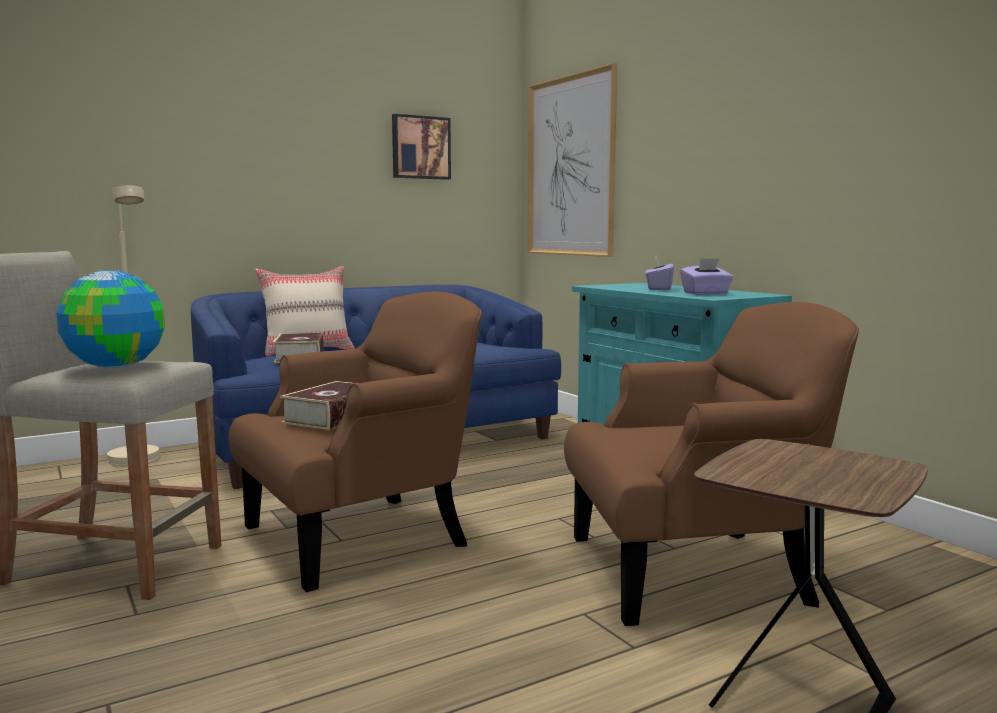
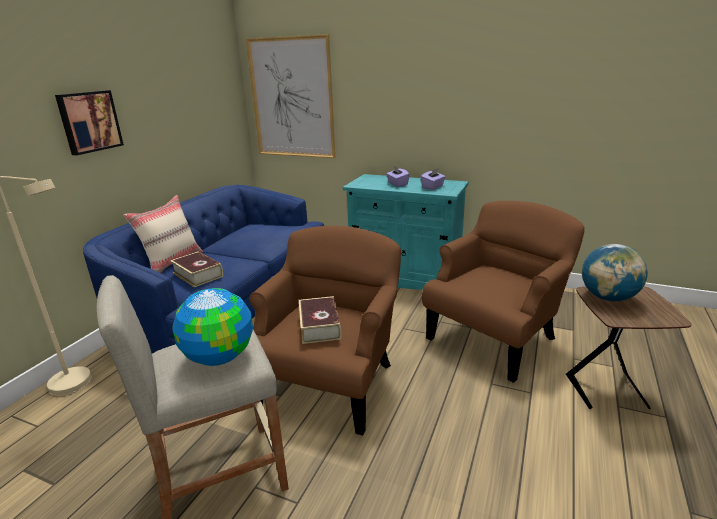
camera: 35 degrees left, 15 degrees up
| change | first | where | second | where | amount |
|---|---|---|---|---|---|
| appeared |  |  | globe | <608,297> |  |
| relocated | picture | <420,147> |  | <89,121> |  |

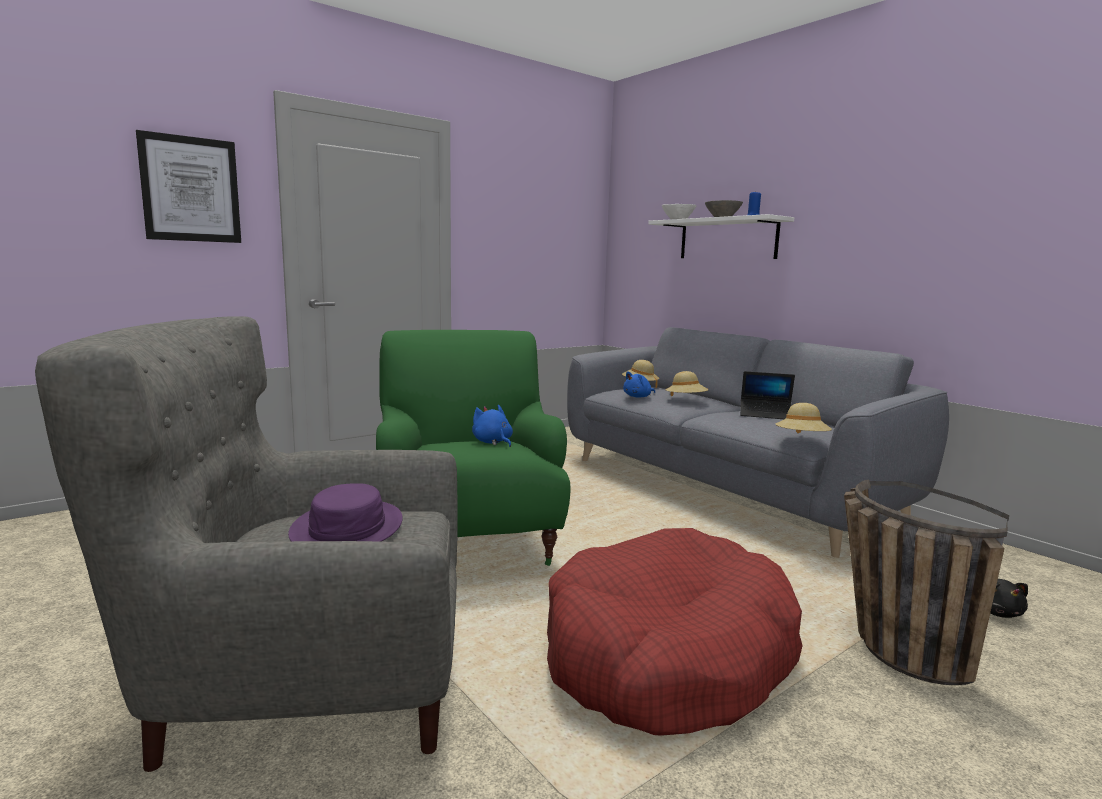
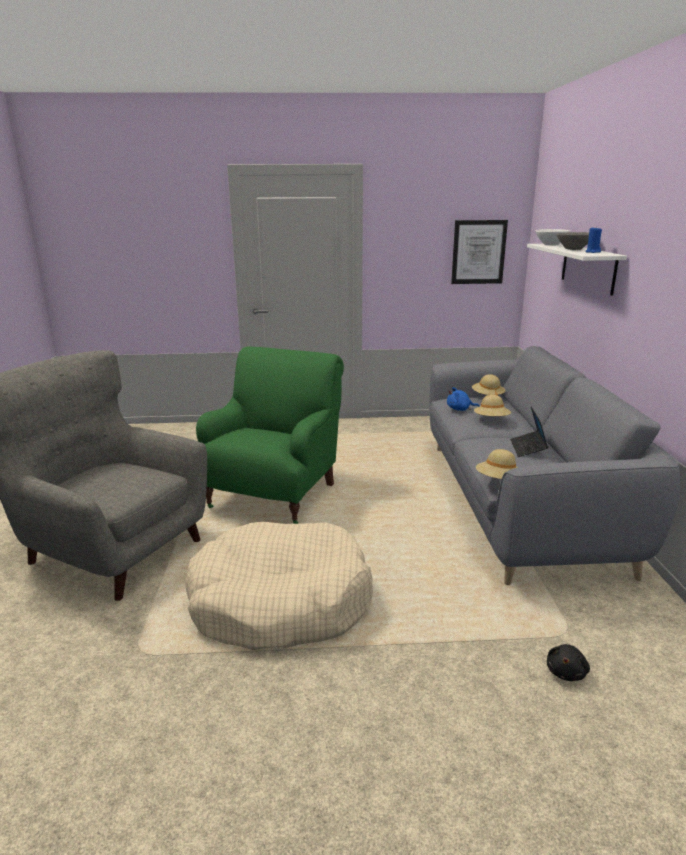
camera: 35 degrees right, 10 degrees up
| change | first | where | second | where | amount |
|---|---|---|---|---|---|
| missing | purple hat | <348,528> |  |  |  |
| missing | blue plush toy | <493,442> |  |  |  |
| missing | basket | <888,644> |  |  |  |
| relocated | picture | <191,189> |  | <478,252> |  |
| colour | red dog bed | <667,655> | beige dog bed | <280,602> |  |
| spun | laptop | <765,414> |  | <528,448> | 45 degrees clockwise |

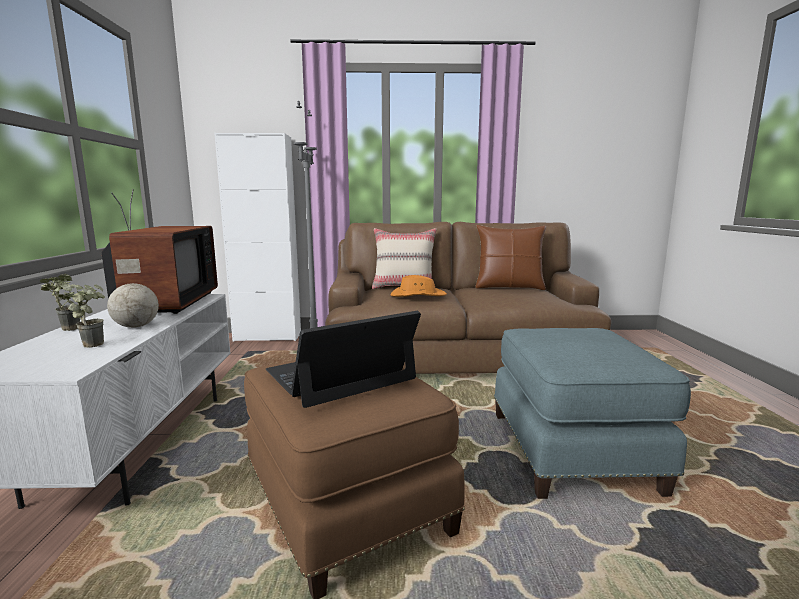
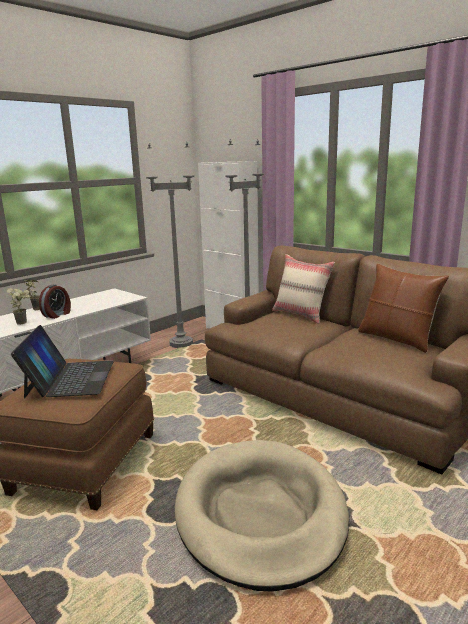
camera: 45 degrees right, 5 degrees up
| change | first | where | second | where | amount |
|---|---|---|---|---|---|
| missing | television | <165,304> |  |  |  |
| missing | orange hat | <418,295> |  |  |  |
| appeared |  |  | grey floor lamp | <181,343> |  |
| exchanged | globe | <136,326> | alarm clock | <57,315> |  |
| exchanged | blue ottoman | <573,451> | beige dog bed | <260,514> |  |
| spun | laptop | <340,375> |  | <70,378> | 75 degrees clockwise |

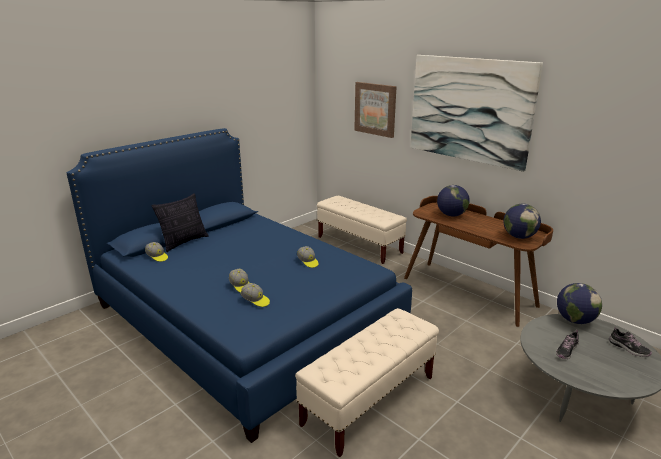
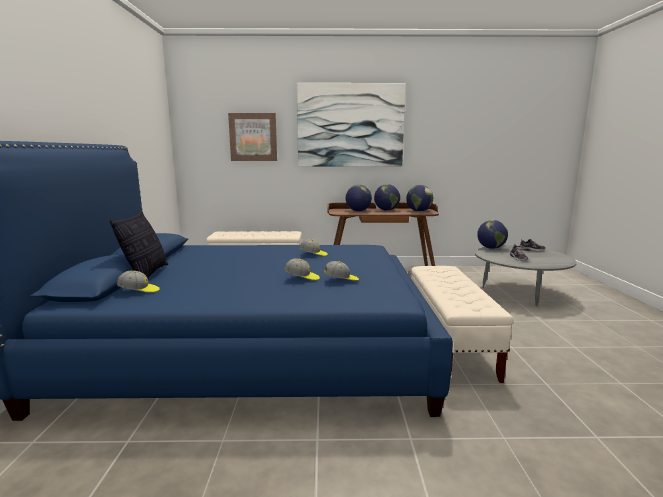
camera: 45 degrees left, 10 degrees down
| change | first | where | second | where | amount |
|---|---|---|---|---|---|
| appeared |  |  | globe | <386,210> |  |

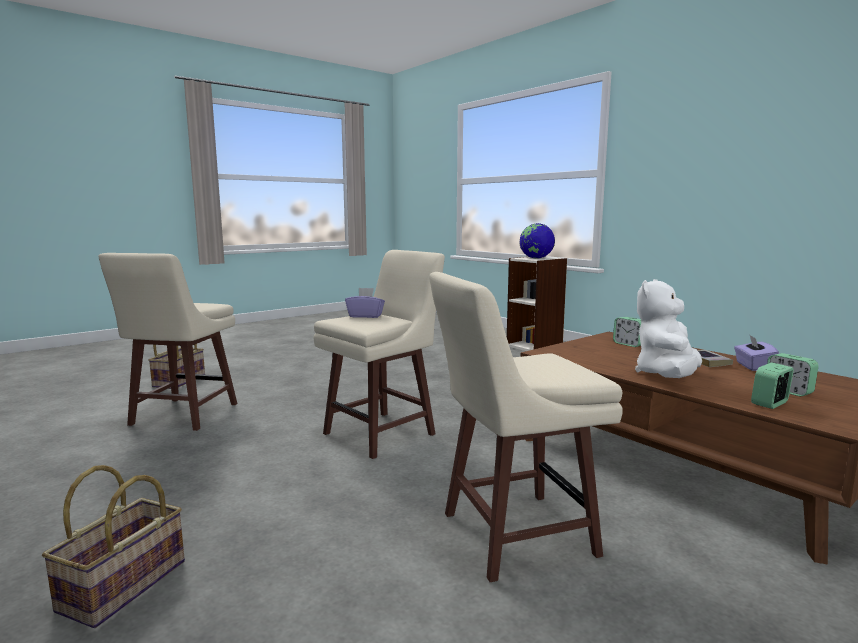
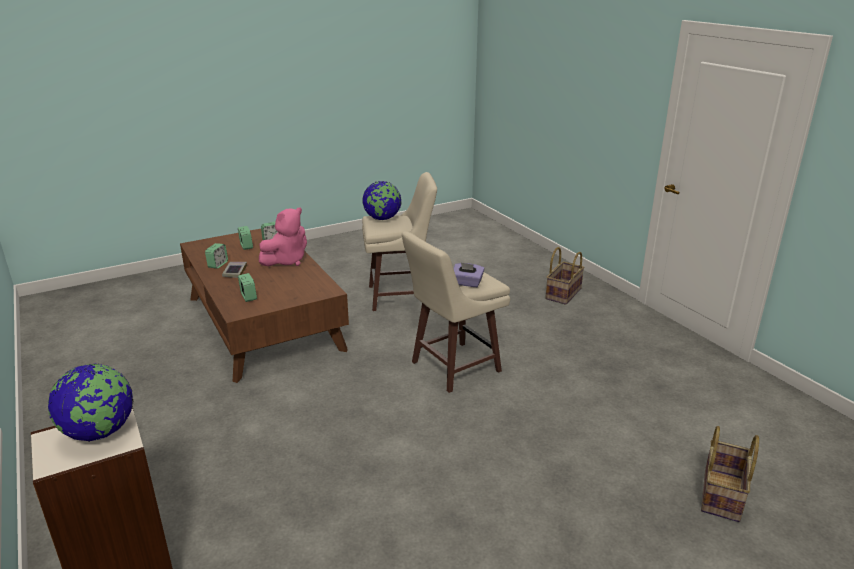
camera: 170 degrees left, 15 degrees up
| change | first | where | second | where | amount |
|---|---|---|---|---|---|
| missing | beige stool | <182,415> |  |  |  |
| appeared |  |  | globe | <382,219> |  |
| exchanged | purple tissue box | <753,367> | alarm clock | <218,265> |  |
| colour | white plush toy | <667,376> | pink plush toy | <286,261> |  |

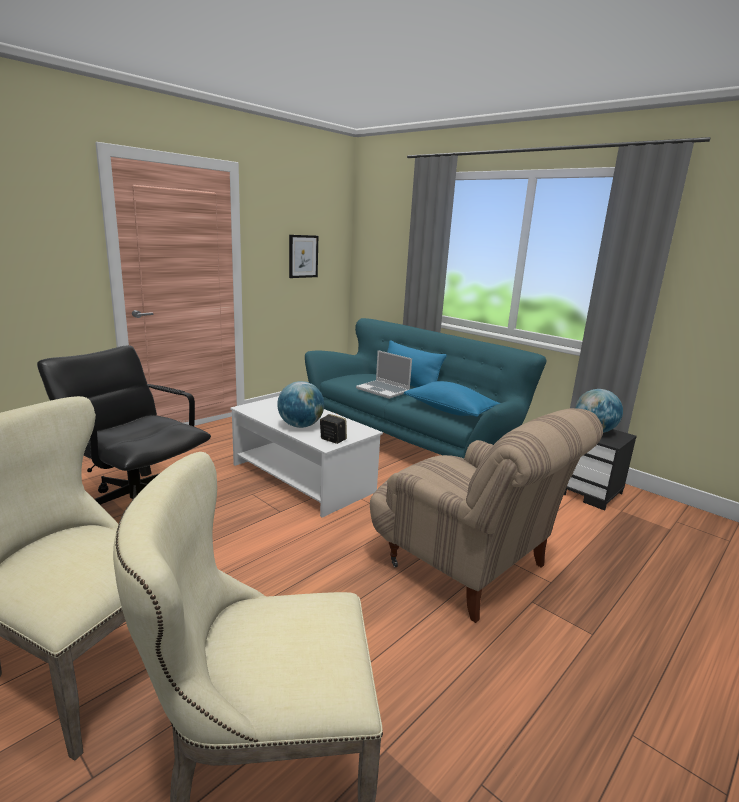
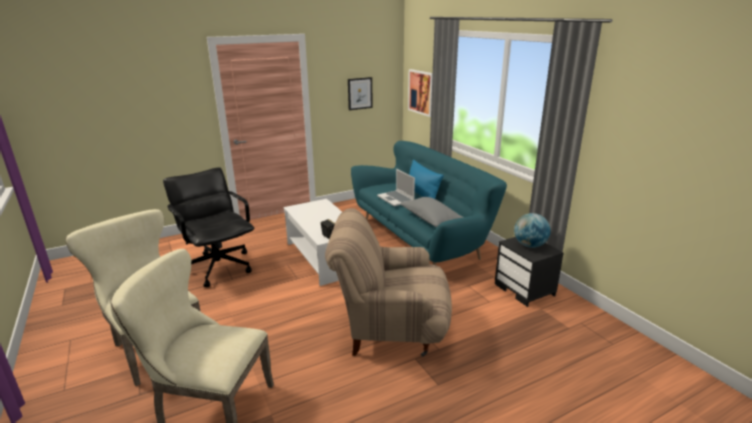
camera: 20 degrees right, 5 degrees up
| change | first | where | second | where | amount |
|---|---|---|---|---|---|
| missing | globe | <300,426> |  |  |  |
| appeared |  |  | picture | <421,92> |  |
| colour | blue pillow | <450,411> | grey pillow | <430,219> |  |
| spun | beige armchair | <467,565> |  | <390,329> | 120 degrees clockwise |

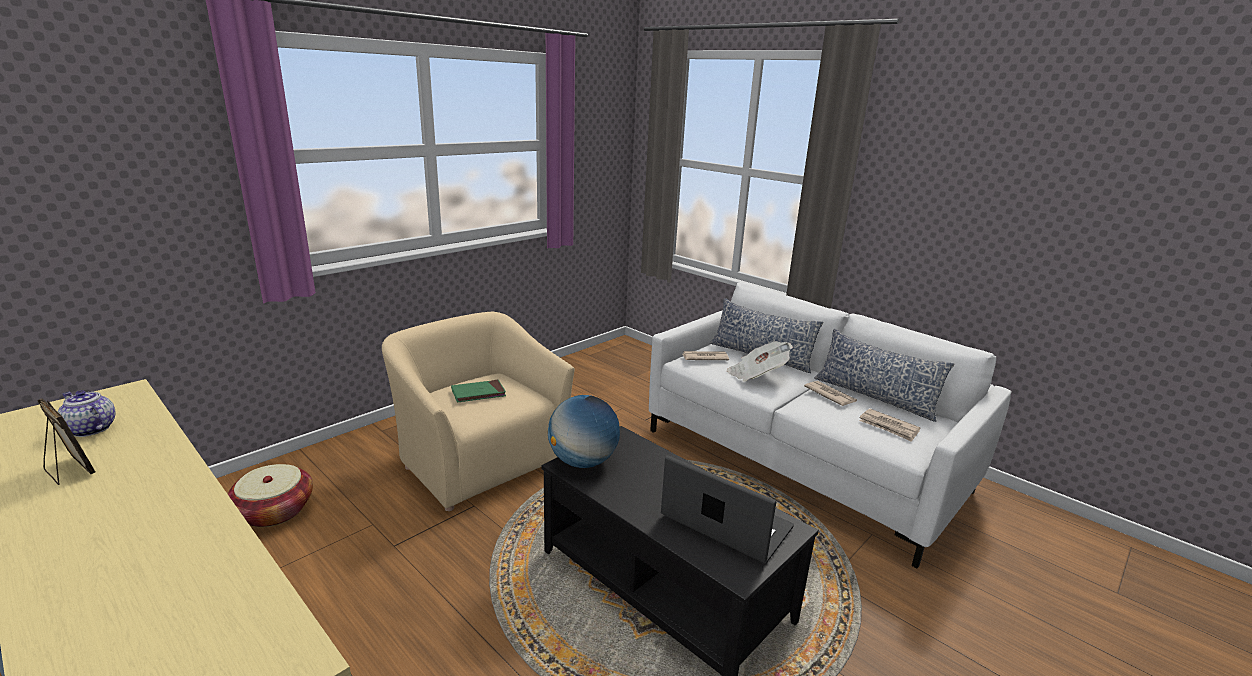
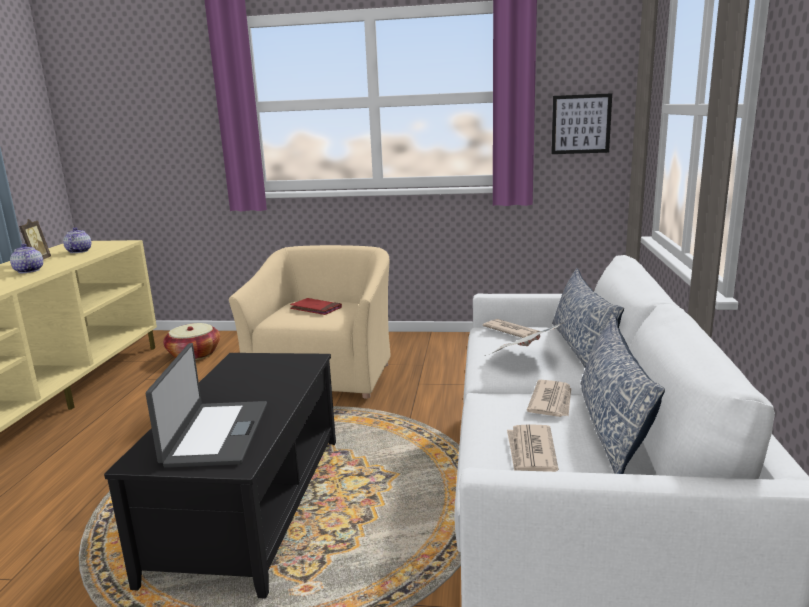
camera: 55 degrees right, 5 degrees down
| change | first | where | second | where | amount |
|---|---|---|---|---|---|
| missing | globe | <583,461> |  |  |  |
| appeared |  |  | teapot | <28,271> |  |
| appeared |  |  | picture | <581,124> |  |
| colour | green book | <478,393> | red book | <316,309> |  |

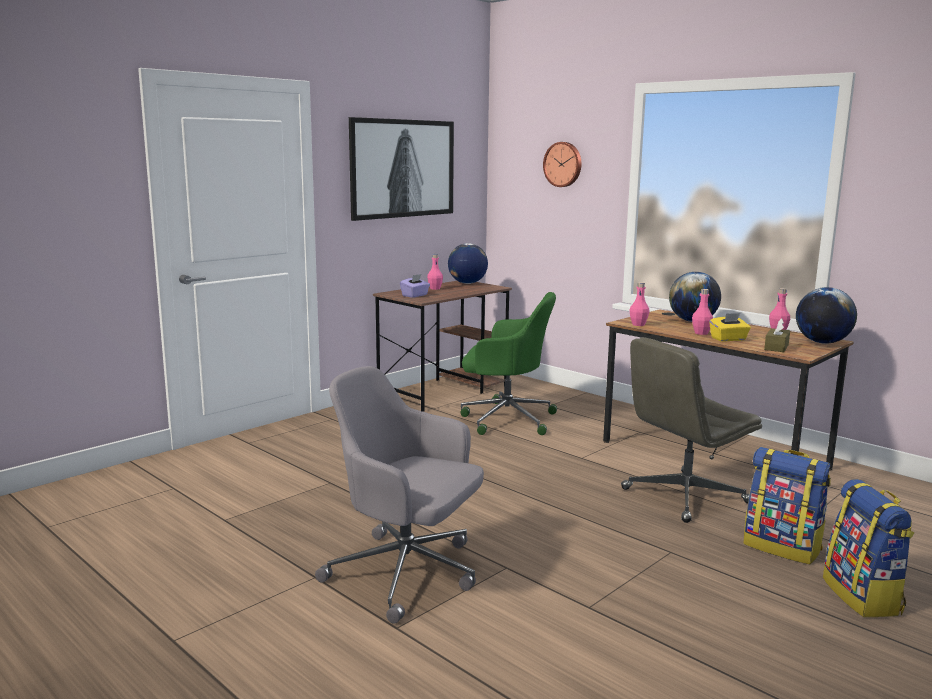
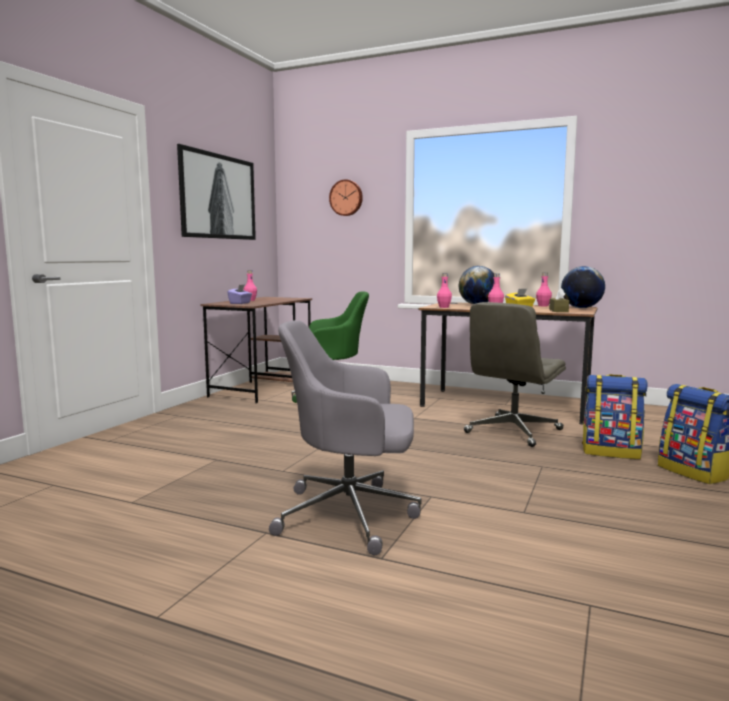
camera: 20 degrees left, 5 degrees down
| change | first | where | second | where | amount |
|---|---|---|---|---|---|
| missing | globe | <467,283> |  |  |  |

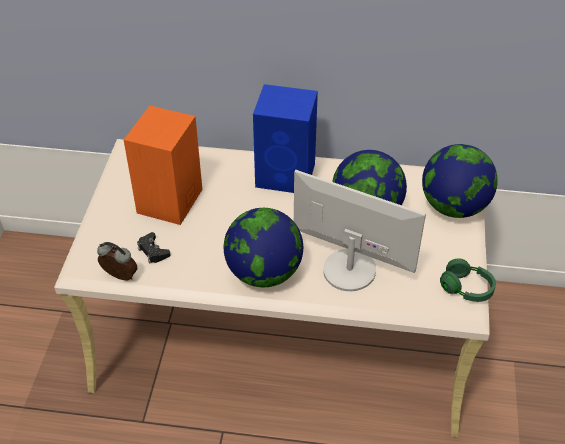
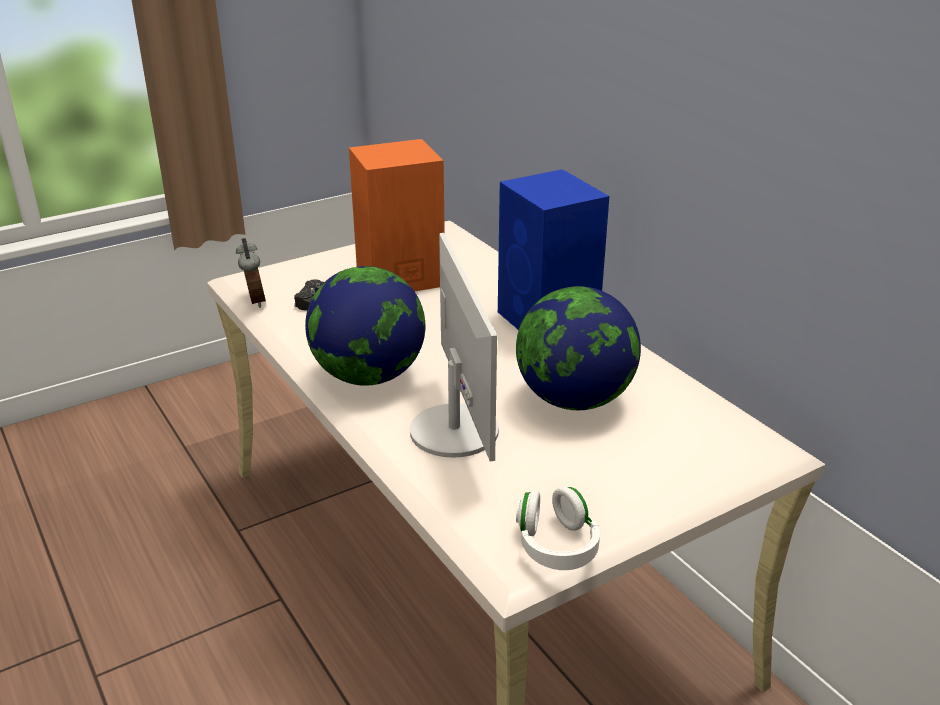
camera: 50 degrees right, 15 degrees down
| change | first | where | second | where | amount |
|---|---|---|---|---|---|
| missing | globe | <454,207> |  |  |  |
| colour | green headphones | <466,289> | white headphones | <556,546> |  |

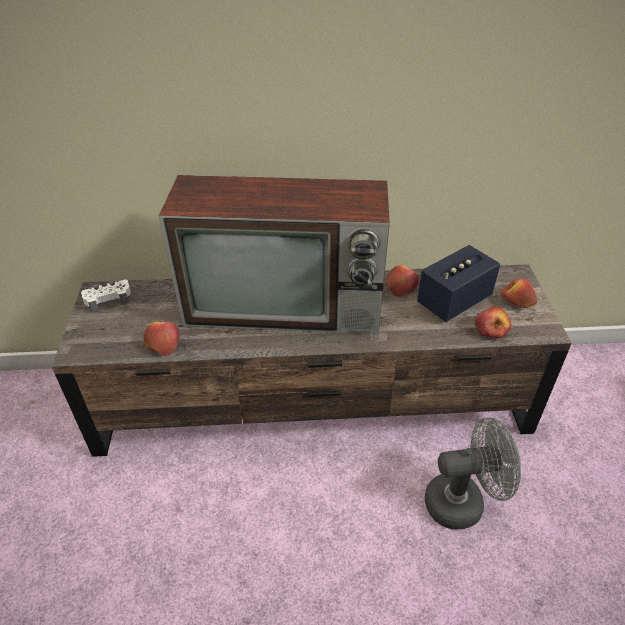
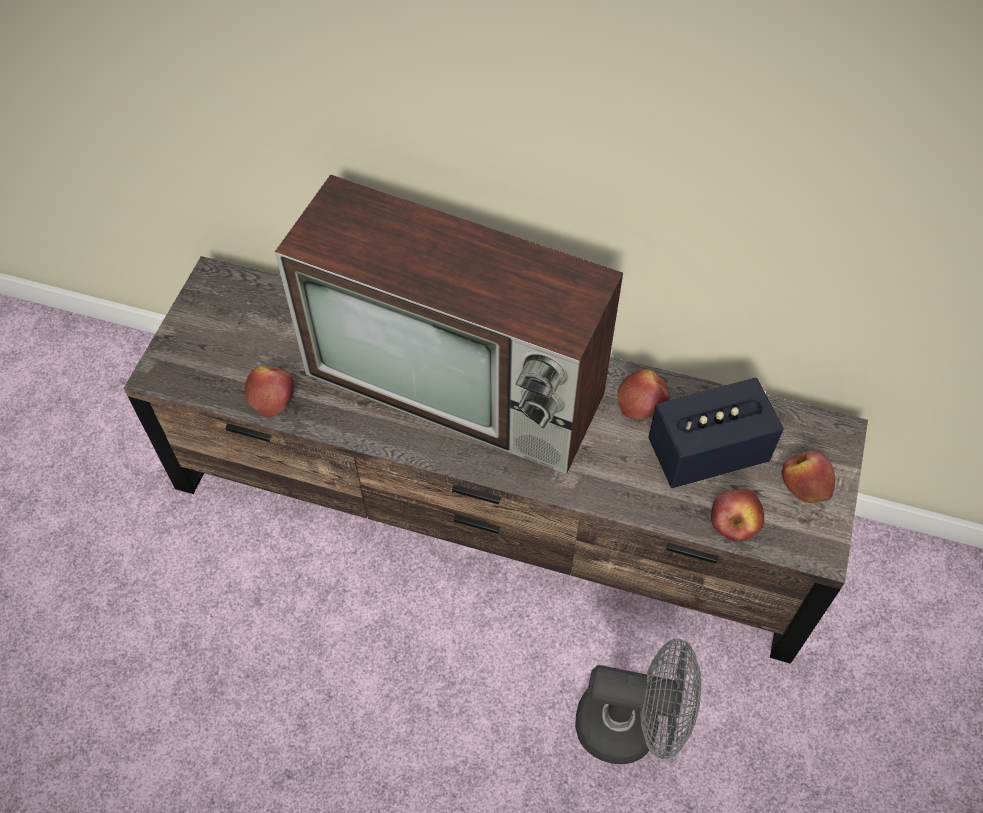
camera: 20 degrees right, 15 degrees up
| change | first | where | second | where | amount |
|---|---|---|---|---|---|
| missing | white game controller | <108,298> |  |  |  |

